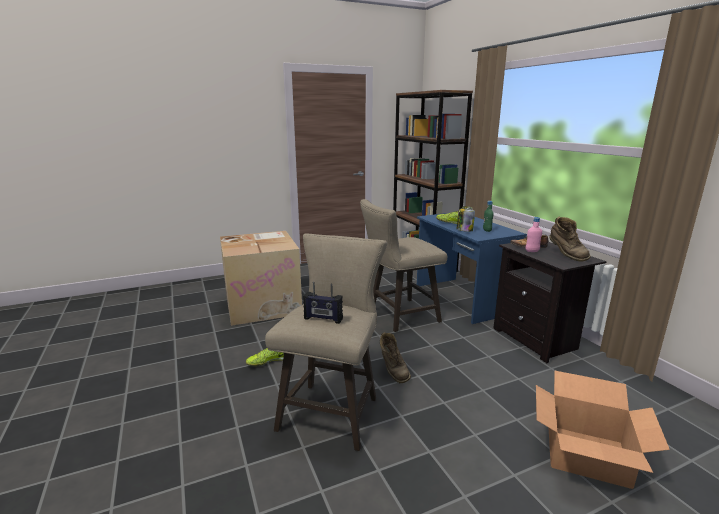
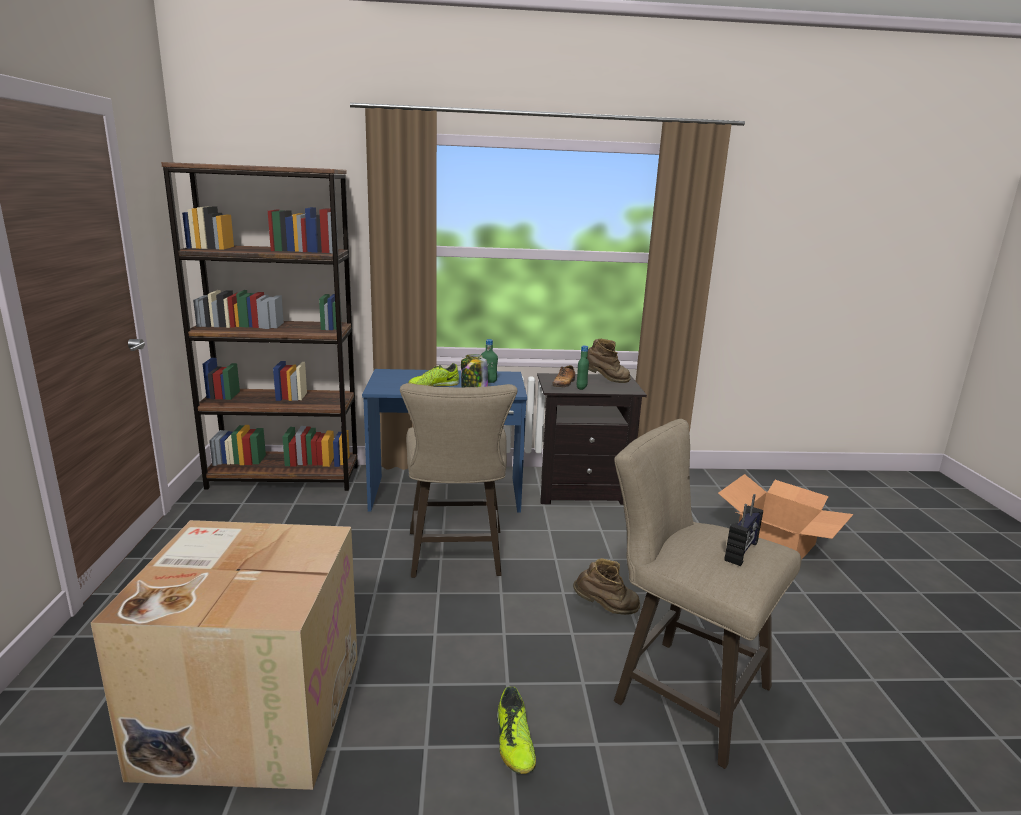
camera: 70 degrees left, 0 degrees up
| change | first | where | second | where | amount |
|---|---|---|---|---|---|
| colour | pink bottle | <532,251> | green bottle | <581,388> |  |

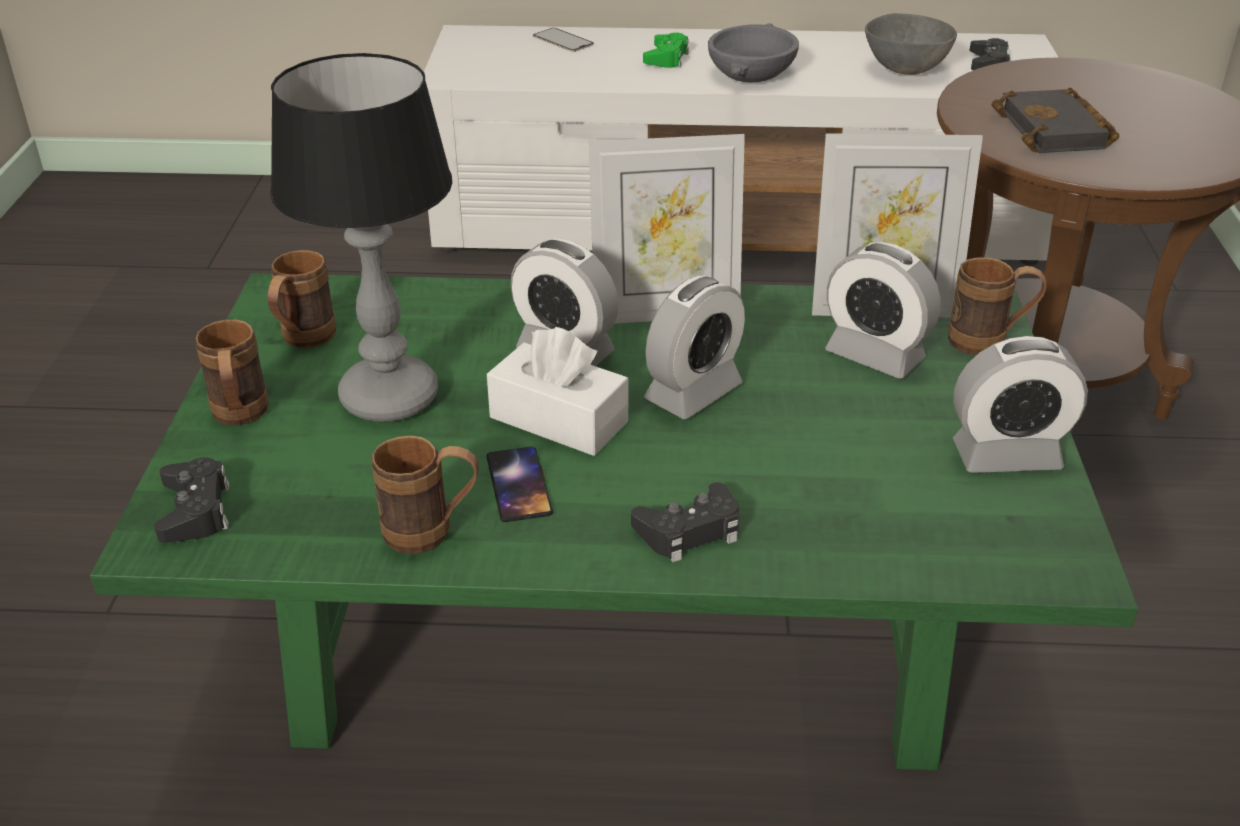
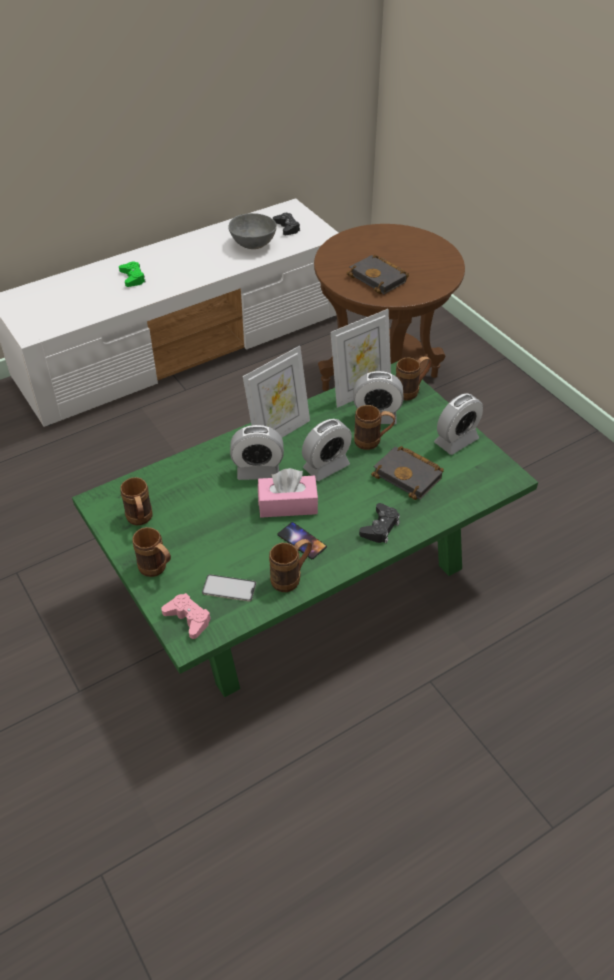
camera: 35 degrees left, 10 degrees up
| change | first | where | second | where | amount |
|---|---|---|---|---|---|
| missing | table lamp | <387,397> |  |  |  |
| missing | grey bowl | <752,73> |  |  |  |
| appeared |  |  | brown mug | <373,442> |  |
| appeared |  |  | black book | <410,476> |  |
| relocated | phone | <563,40> |  | <229,588> |  |
| colour | black game controller | <195,510> | pink game controller | <188,618> |  |
| colour | white tissue box | <558,420> | pink tissue box | <288,505> |  |
| spun | alarm clock | <693,392> |  | <326,467> | 45 degrees clockwise |

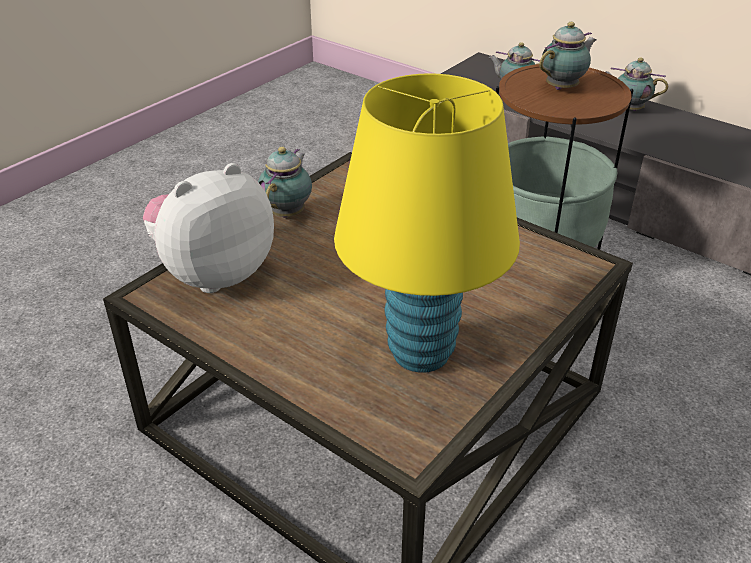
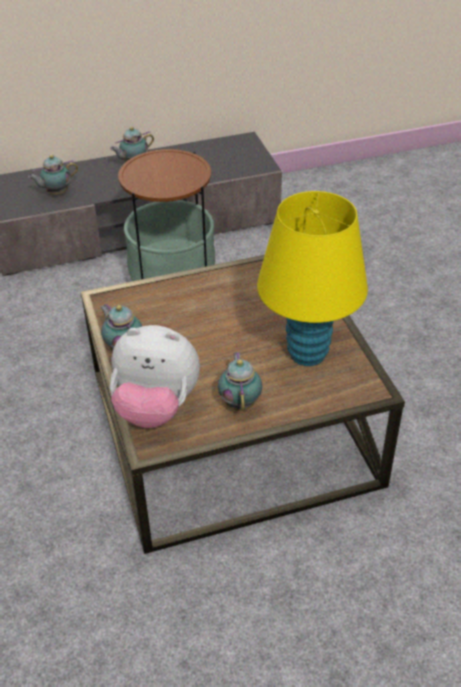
camera: 55 degrees left, 5 degrees up
| change | first | where | second | where | amount |
|---|---|---|---|---|---|
| relocated | teapot | <563,87> |  | <240,403> |  |
| spun | plush toy | <214,273> |  | <156,407> | 75 degrees counterclockwise |

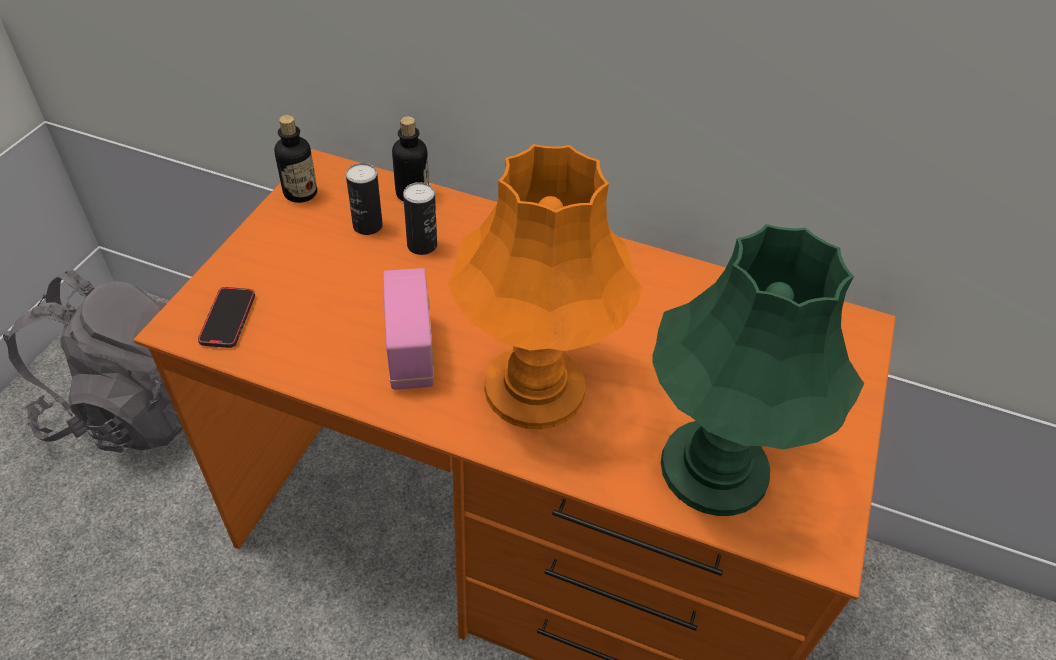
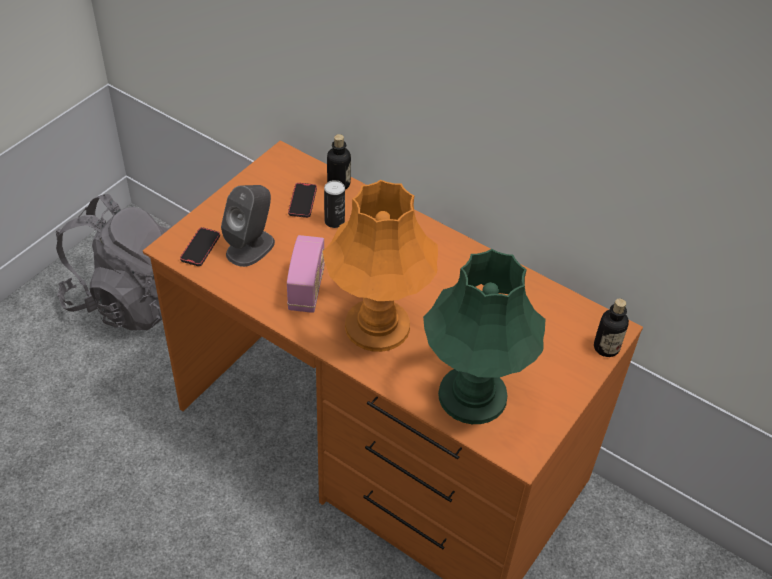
camera: 15 degrees right, 0 degrees up
| change | first | where | second | where | amount |
|---|---|---|---|---|---|
| appeared |  |  | grey speaker | <251,247> |  |
| relocated | bottle | <300,193> |  | <606,347> |  |
| exchanged | can | <367,226> | phone | <302,201> |  |

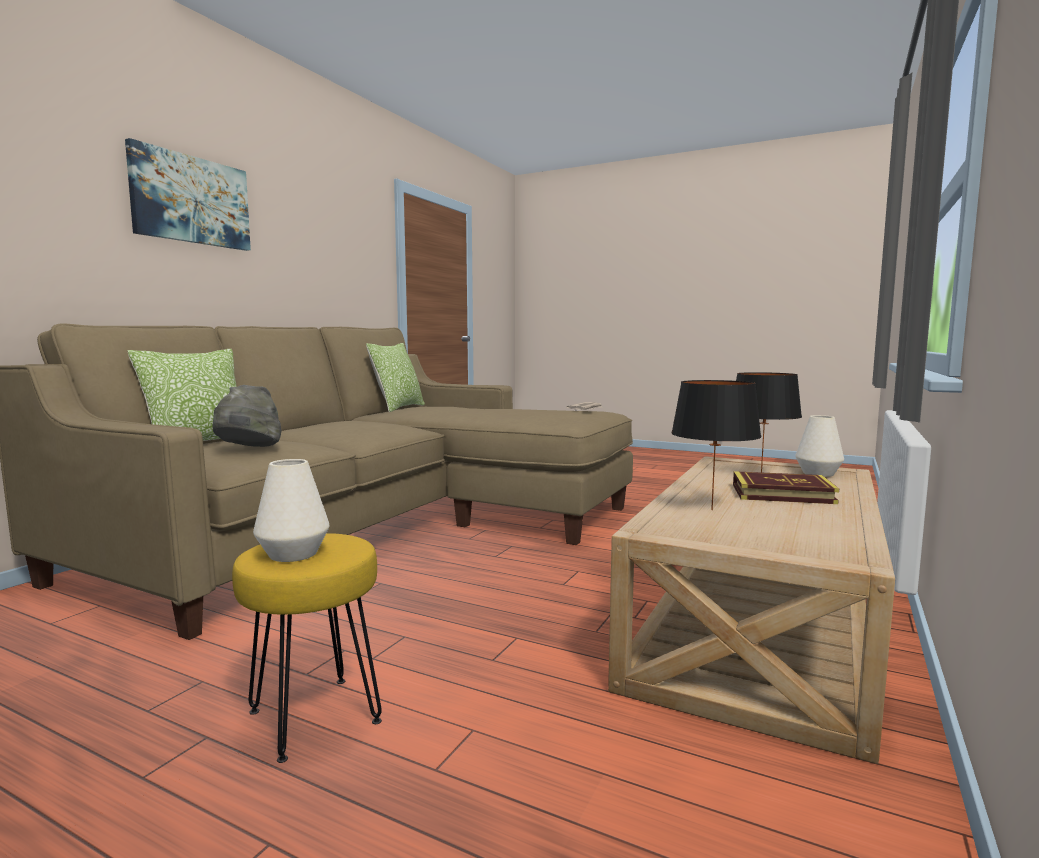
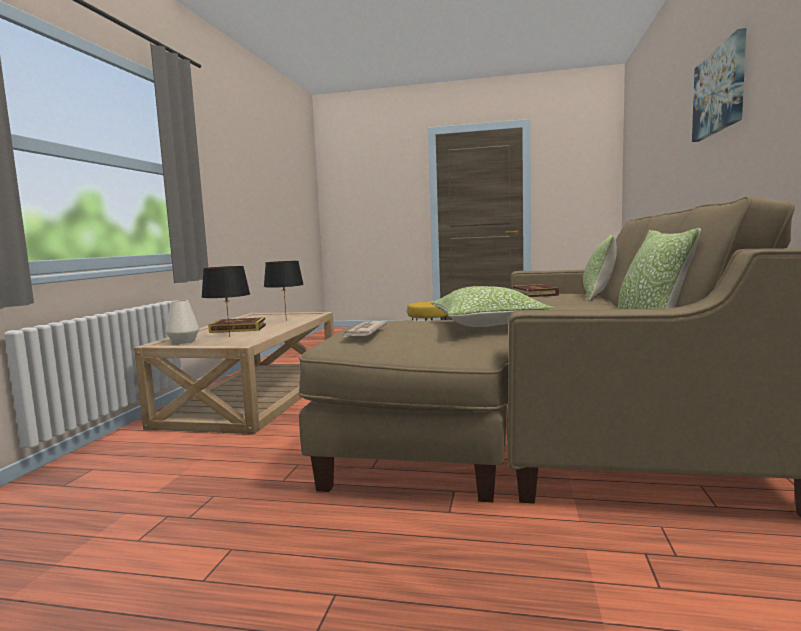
camera: 165 degrees right, 0 degrees up
| change | first | where | second | where | amount |
|---|---|---|---|---|---|
| missing | white vase | <293,554> |  |  |  |
| appeared |  |  | pillow | <487,324> |  |
| exchanged | grey hat | <248,450> | book | <534,294> |  |

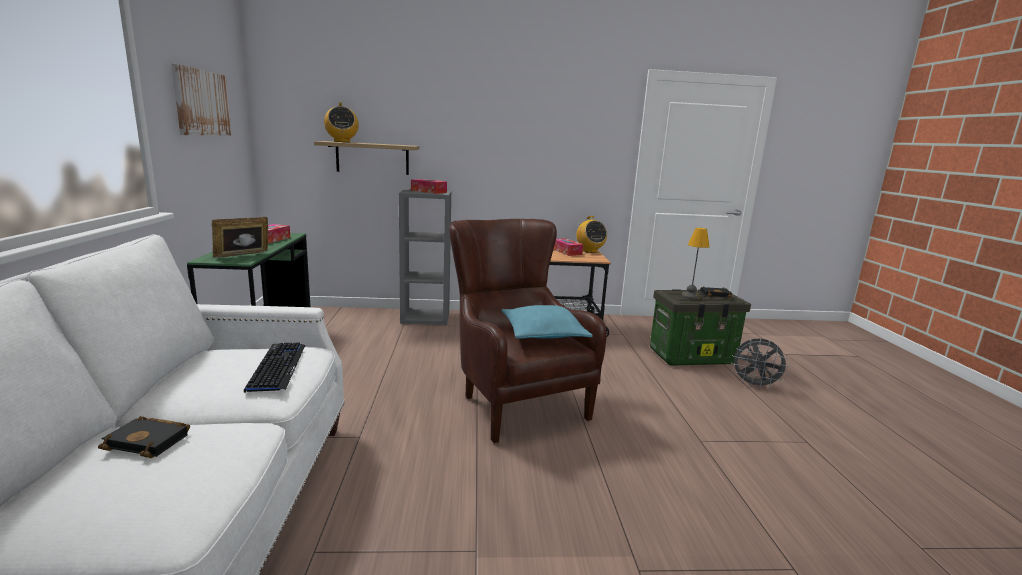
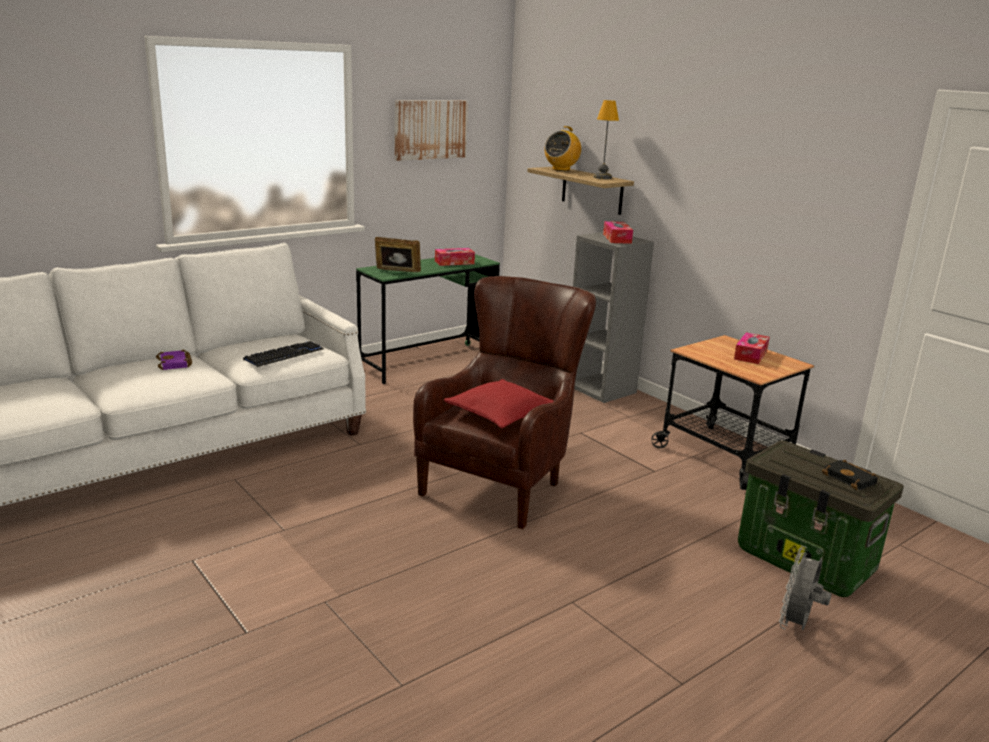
camera: 55 degrees right, 5 degrees up
| change | first | where | second | where | amount |
|---|---|---|---|---|---|
| missing | radio | <589,251> |  |  |  |
| relocated | table lamp | <691,296> |  | <603,177> |  |
| colour | black book | <151,441> | purple book | <176,363> |  |
| colour | turquoise pillow | <543,333> | red pillow | <501,414> |  |
| spun | grey fan | <754,385> |  | <797,625> | 45 degrees clockwise |

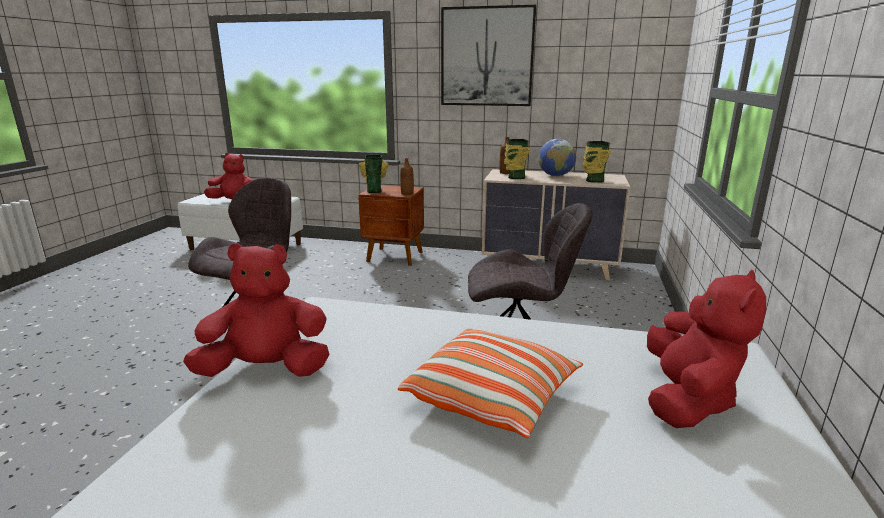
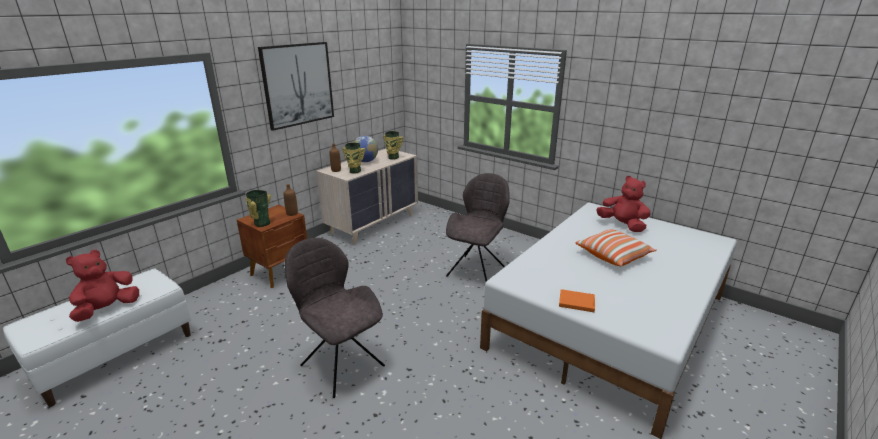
camera: 65 degrees left, 5 degrees up
| change | first | where | second | where | amount |
|---|---|---|---|---|---|
| exchanged | red plush toy | <267,370> | orange book | <575,301> |  |

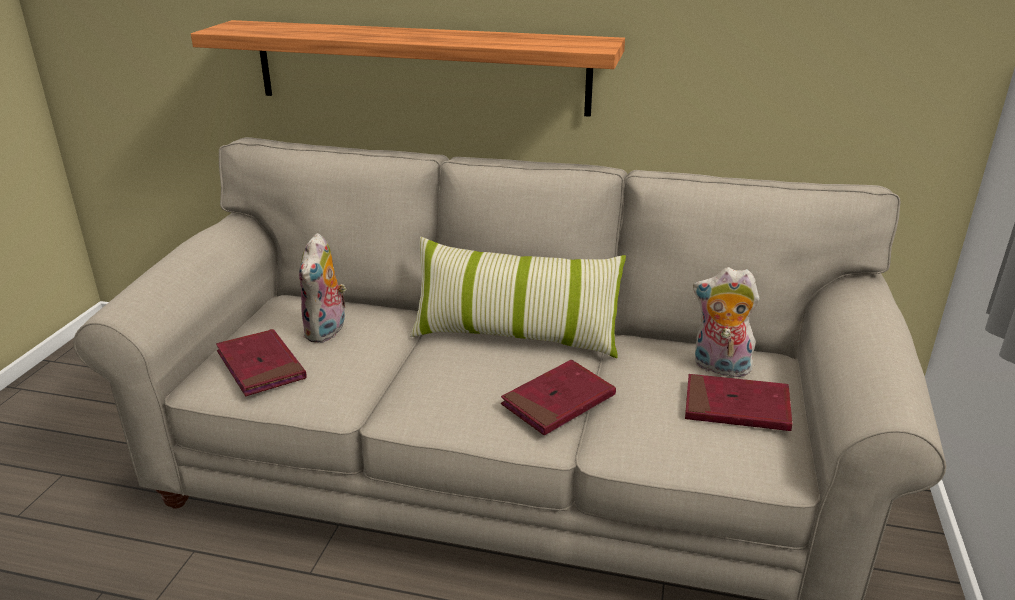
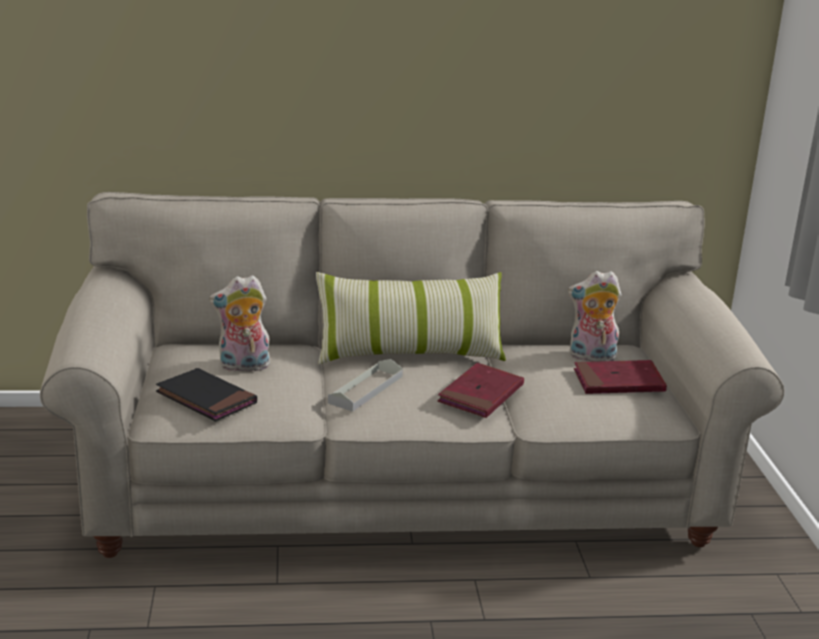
camera: 20 degrees left, 5 degrees down
| change | first | where | second | where | amount |
|---|---|---|---|---|---|
| missing | shelf | <420,67> |  |  |  |
| appeared |  |  | grey tray | <366,389> |  |
| colour | red book | <261,366> | black book | <206,399> |  |
| spun | plush toy | <327,331> |  | <243,367> | 90 degrees clockwise |

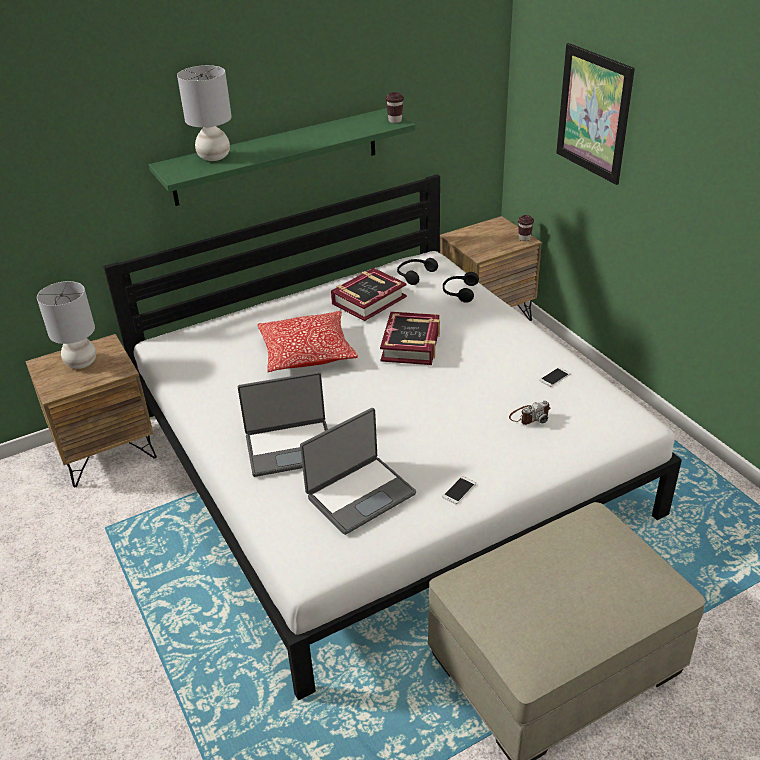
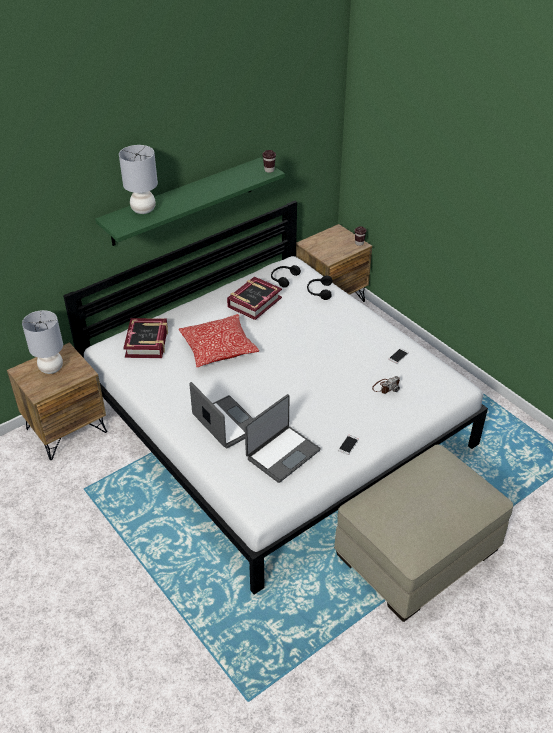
camera: 10 degrees left, 5 degrees up
| change | first | where | second | where | amount |
|---|---|---|---|---|---|
| missing | picture | <593,113> |  |  |  |
| relocated | book | <411,345> |  | <147,342> |  |
| spun | laptop | <290,448> |  | <225,423> | 105 degrees counterclockwise |

